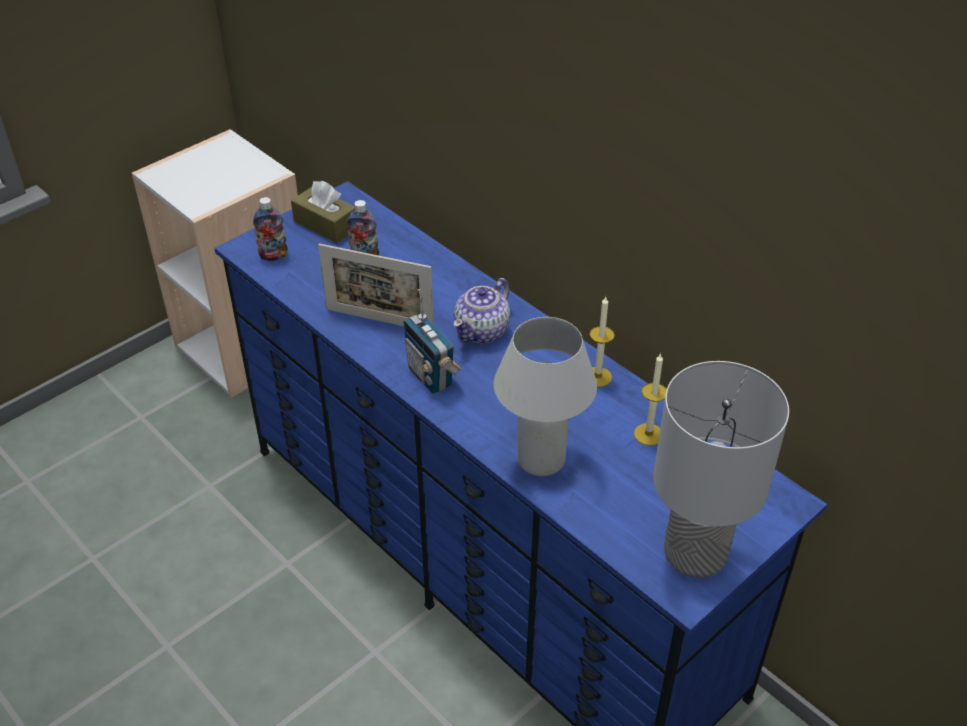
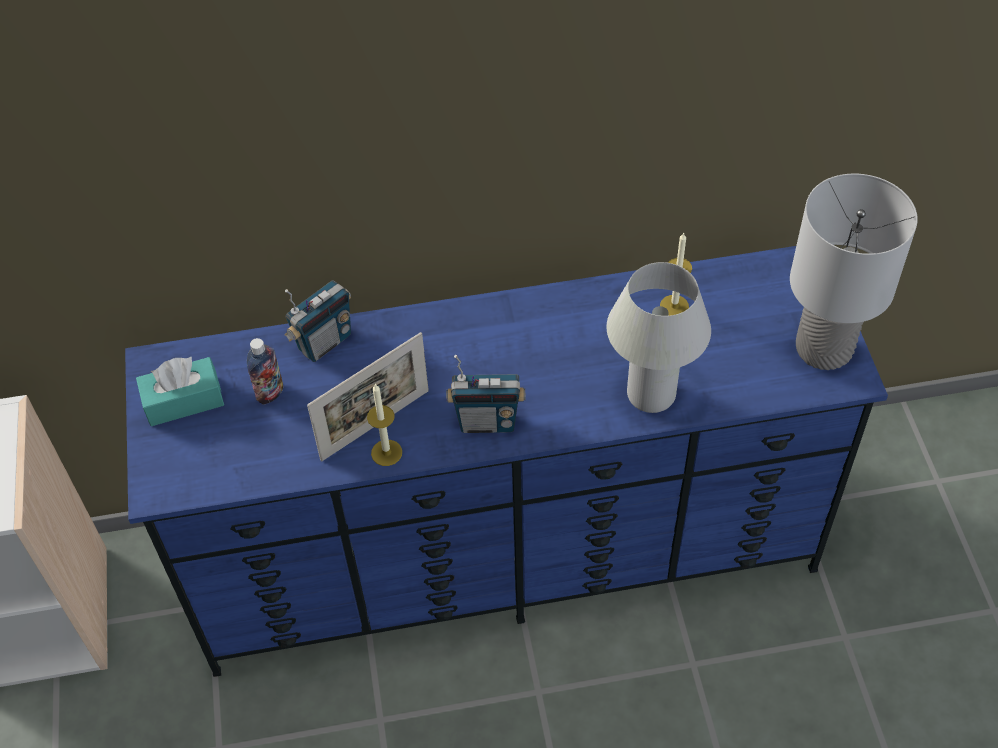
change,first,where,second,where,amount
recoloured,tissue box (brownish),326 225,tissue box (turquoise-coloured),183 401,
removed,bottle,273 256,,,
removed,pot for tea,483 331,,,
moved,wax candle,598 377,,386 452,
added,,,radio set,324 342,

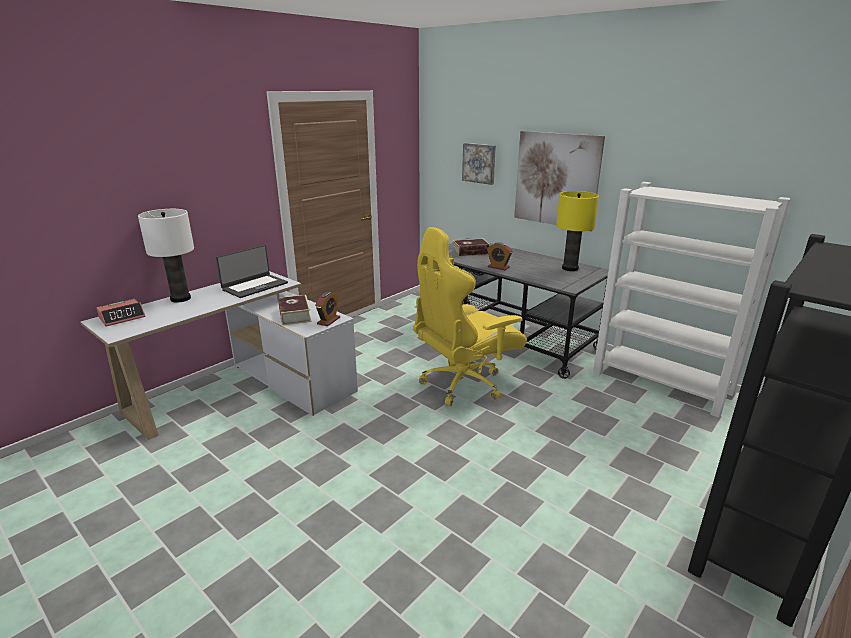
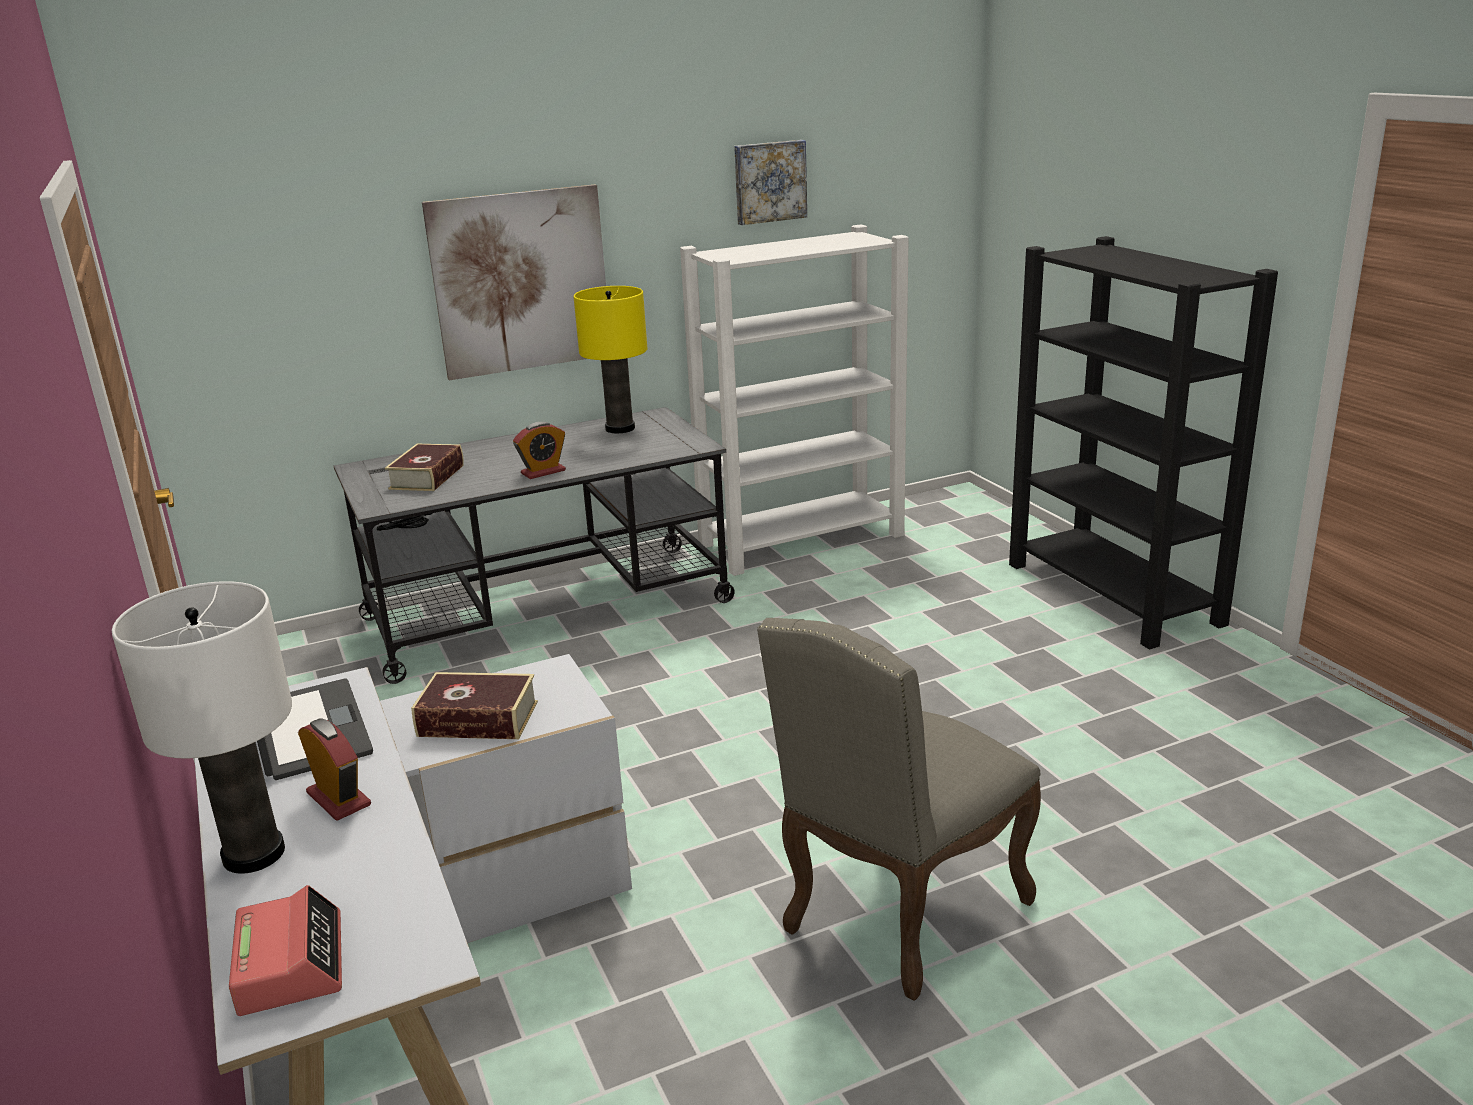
change,first,where,second,where,amount
moved,wall art,479 163,,769 181,
removed,desk chair (yellow),466 383,,,
moved,bedside clock,328 321,,338 799,
added,,,upright chair (grey),897 914,

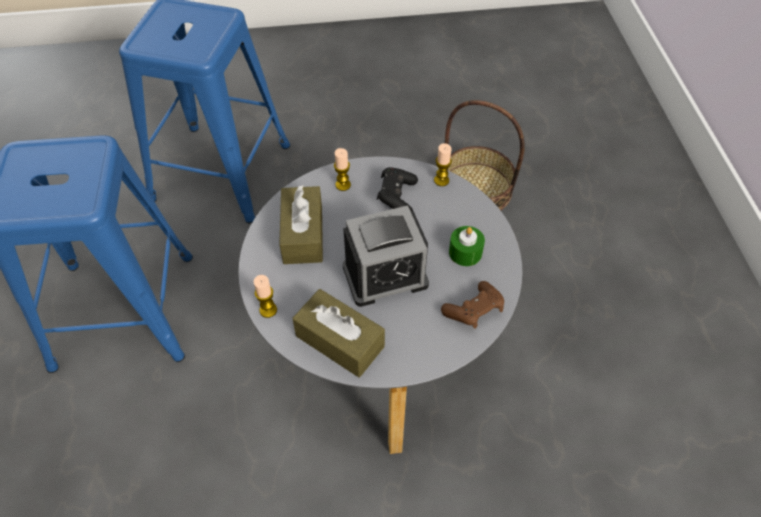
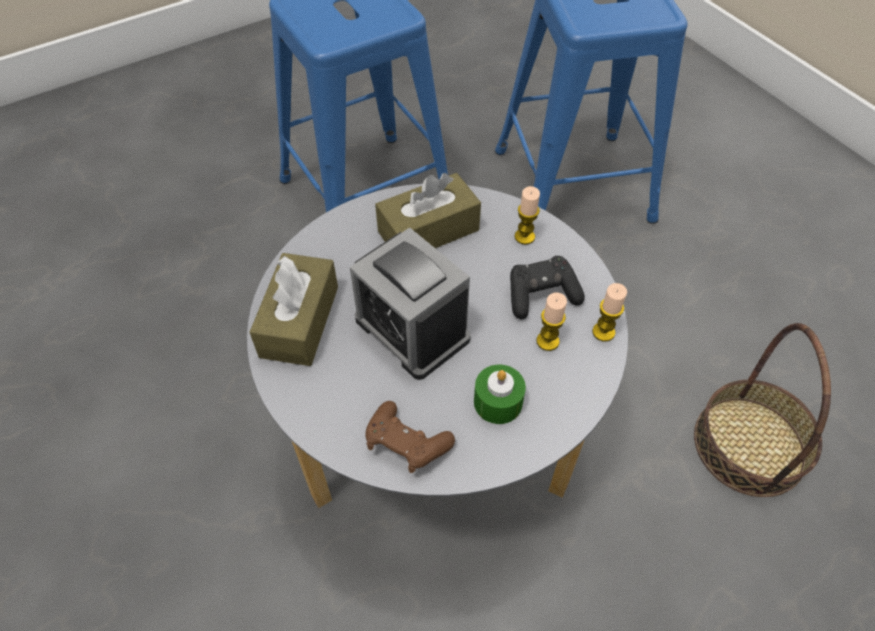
change,first,where,second,where,amount
moved,wax candle,268 310,,547 341,

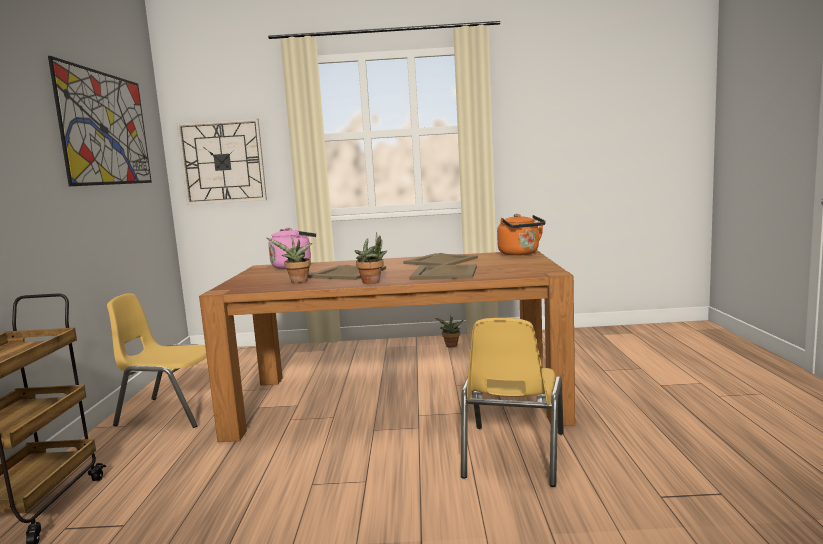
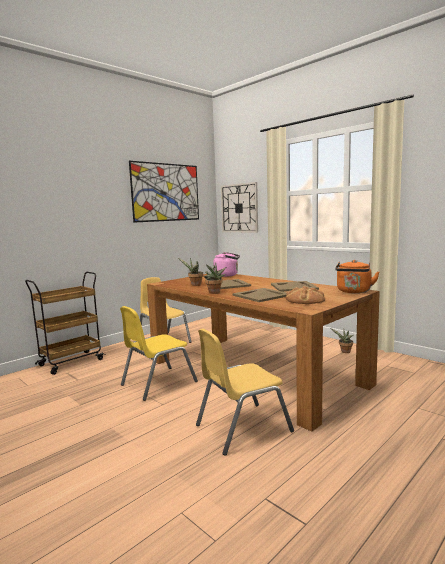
change,first,where,second,where,amount
added,,,baked bread,305 300,
added,,,upright chair (yellow),158 383,

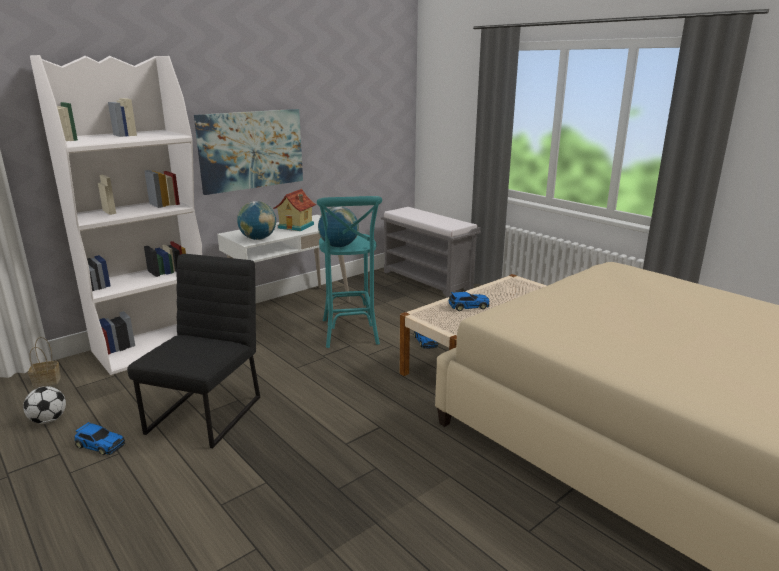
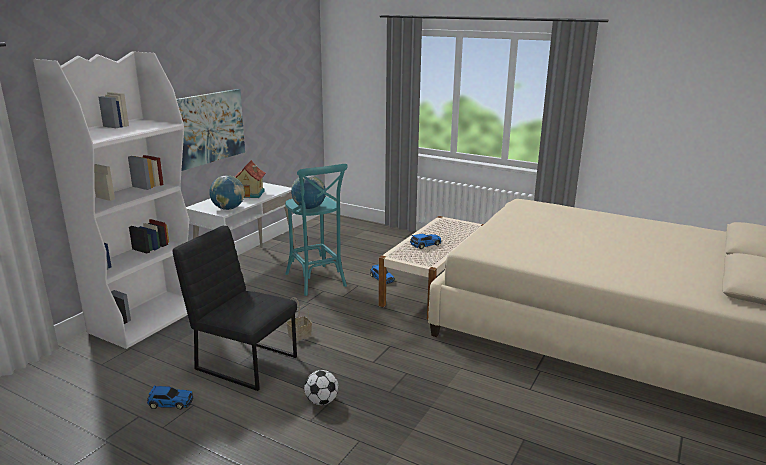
change,first,where,second,where,amount
removed,bench (grey),428 280,,,
turned,upright chair (black),207 413,,244 361,60 degrees counterclockwise
moved,basket,48 381,,300 335,
moved,football,48 420,,321 401,

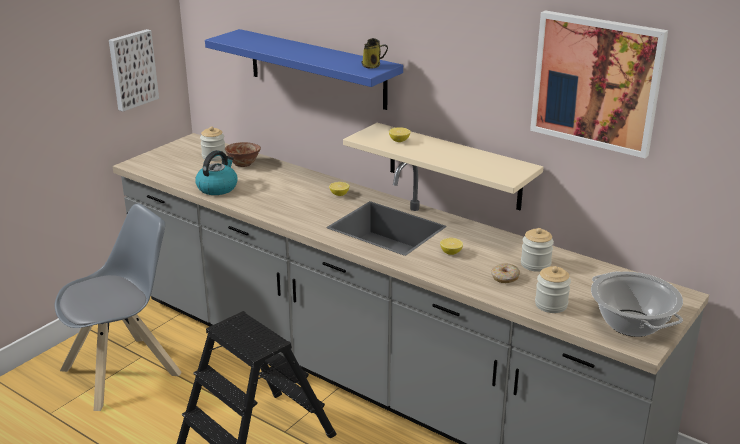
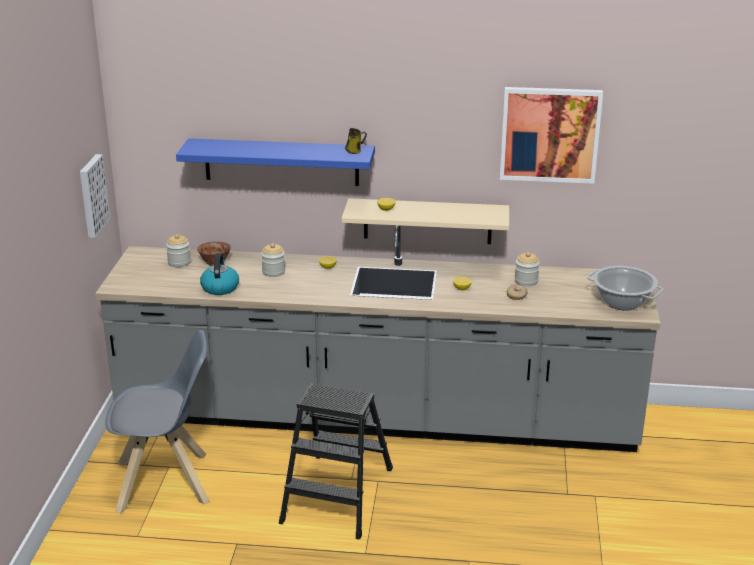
change,first,where,second,where,amount
turned,upright chair (grey),124 371,,166 482,60 degrees clockwise
moved,preserve jar,551 305,,273 272,

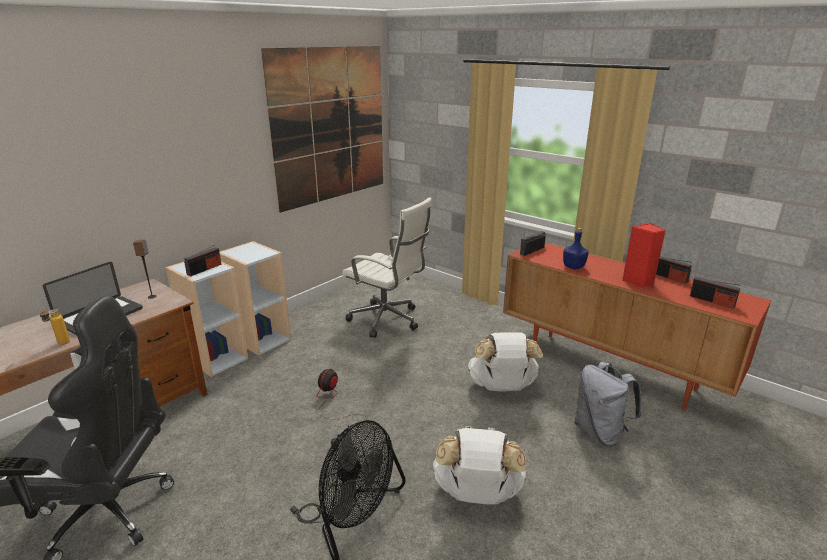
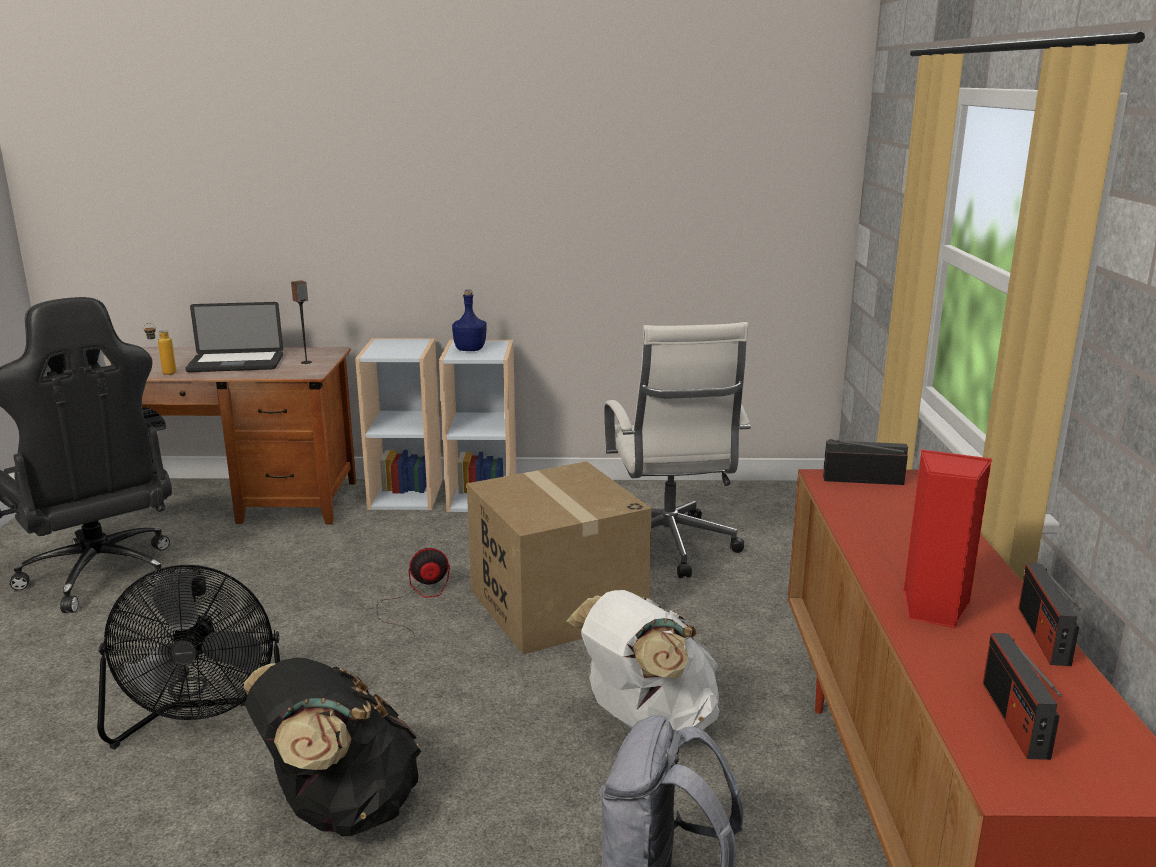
change,first,where,second,where,amount
removed,wall art,330 126,,,
moved,bottle (blue),574 267,,470 349,
removed,radio set,204 269,,,
recoloured,backpack (white),477 494,backpack (black),340 808,
added,,,cardboard box,556 605,

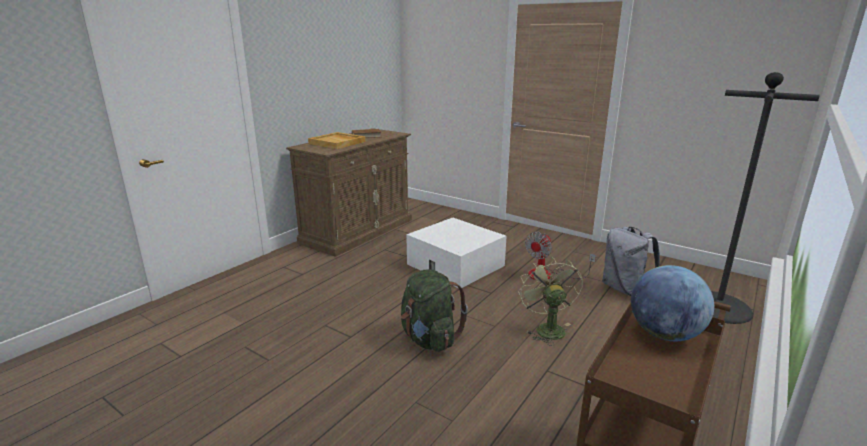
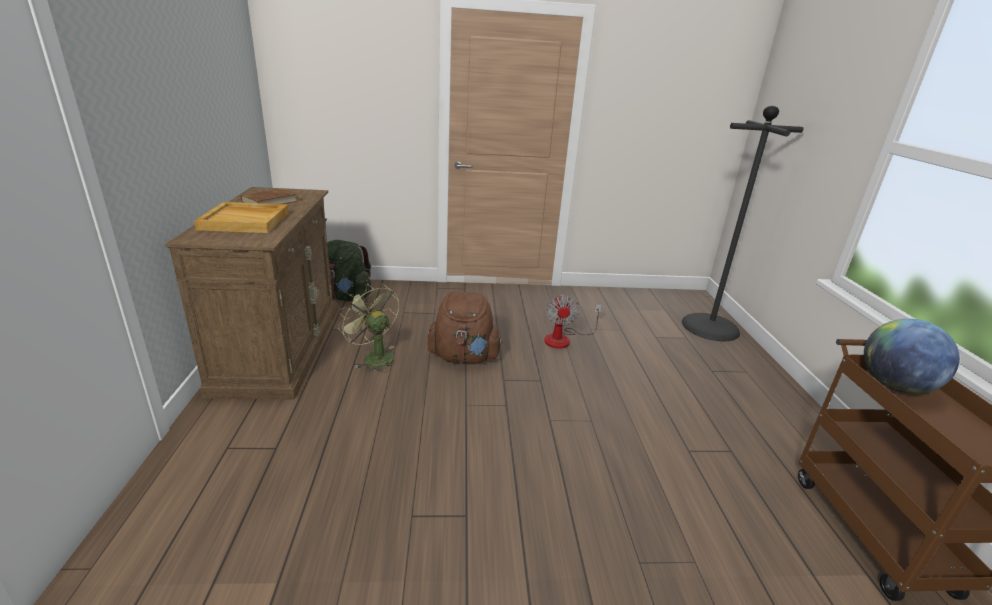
change,first,where,second,where,amount
replaced,storage container (white),455 265,backpack (brownish),464 357,
removed,backpack (grey),624 289,,,
moved,electric fan (greenish),546 328,,373 357,
moved,backpack (greenish),429 339,,345 297,

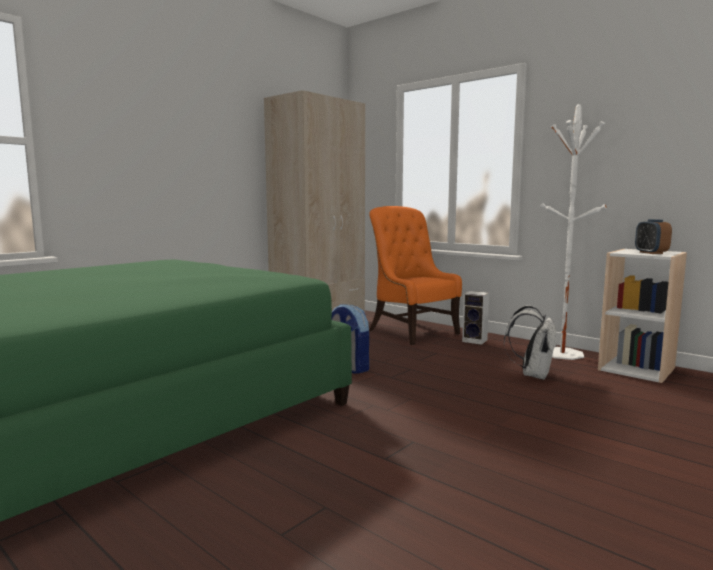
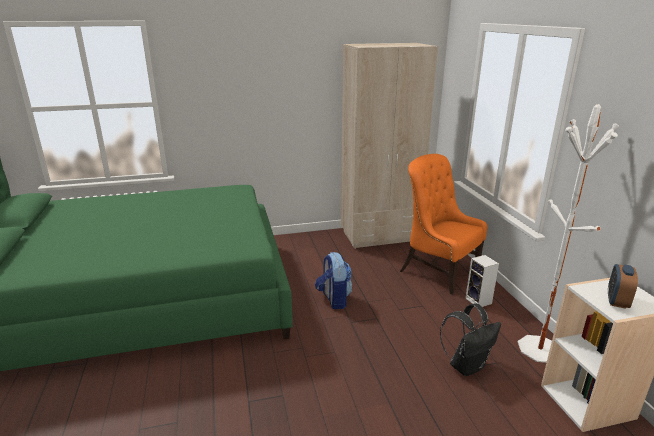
change,first,where,second,where,amount
turned,upright chair (orange),411 332,,438 270,45 degrees counterclockwise
recoloured,backpack (white),532 374,backpack (black),466 365,

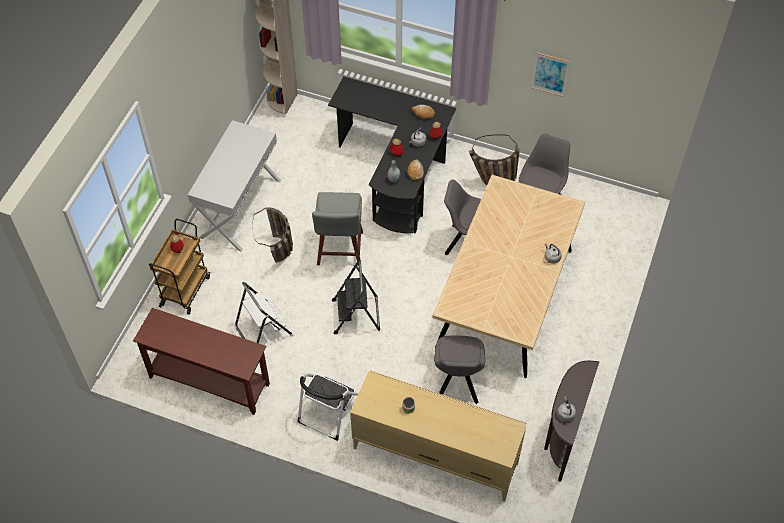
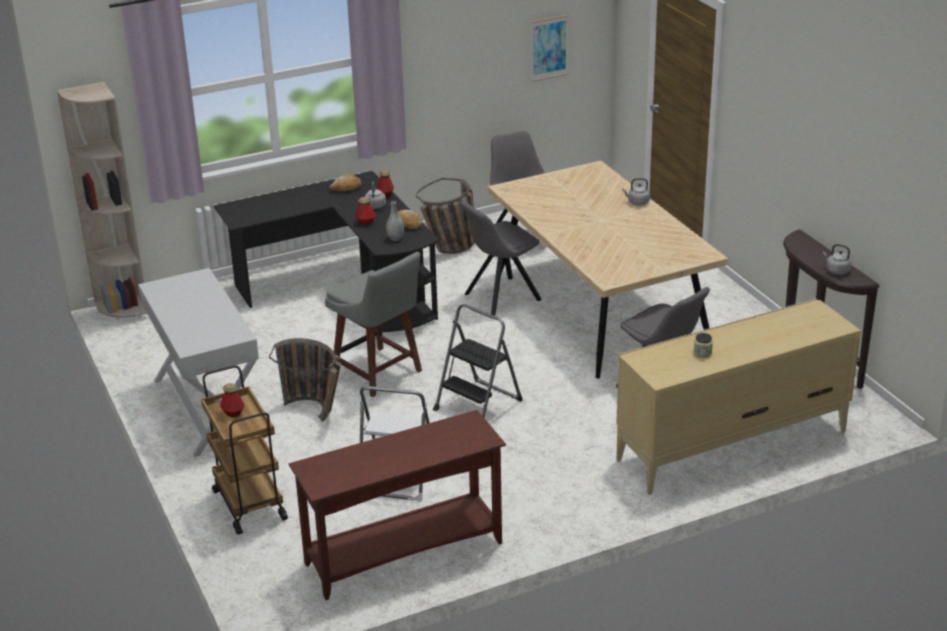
change,first,where,second,where,amount
moved,wall art,550 74,,549 48,
removed,step stool,329 410,,,

